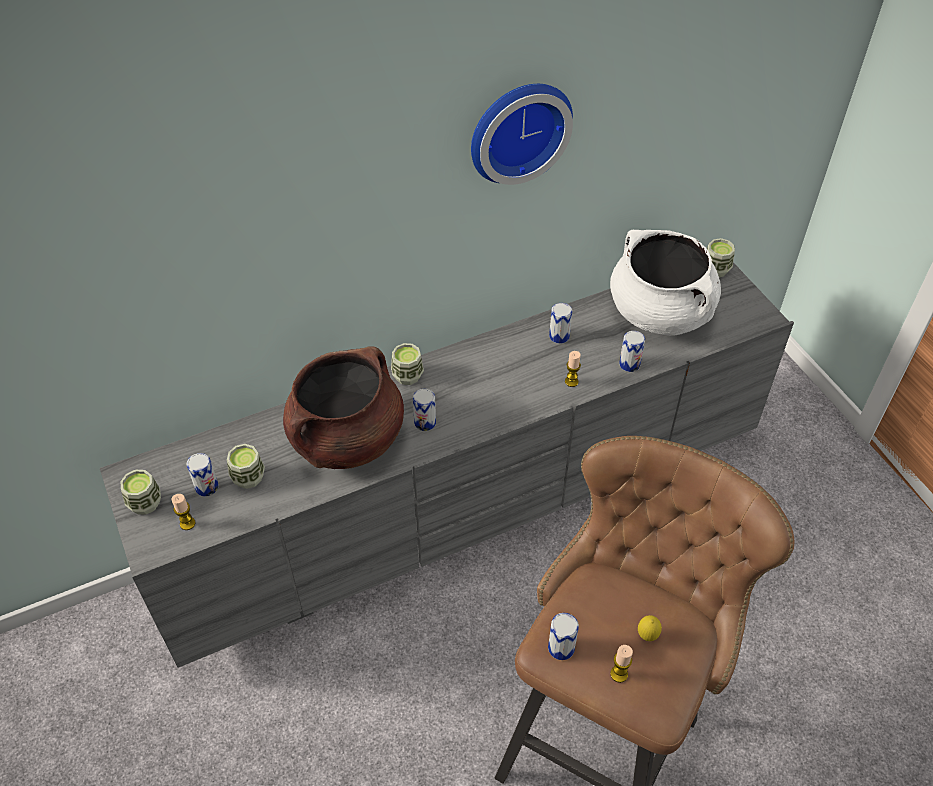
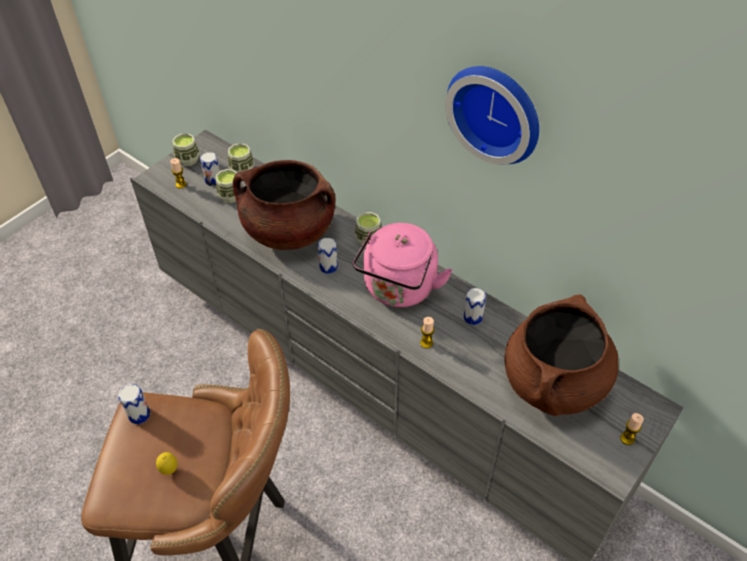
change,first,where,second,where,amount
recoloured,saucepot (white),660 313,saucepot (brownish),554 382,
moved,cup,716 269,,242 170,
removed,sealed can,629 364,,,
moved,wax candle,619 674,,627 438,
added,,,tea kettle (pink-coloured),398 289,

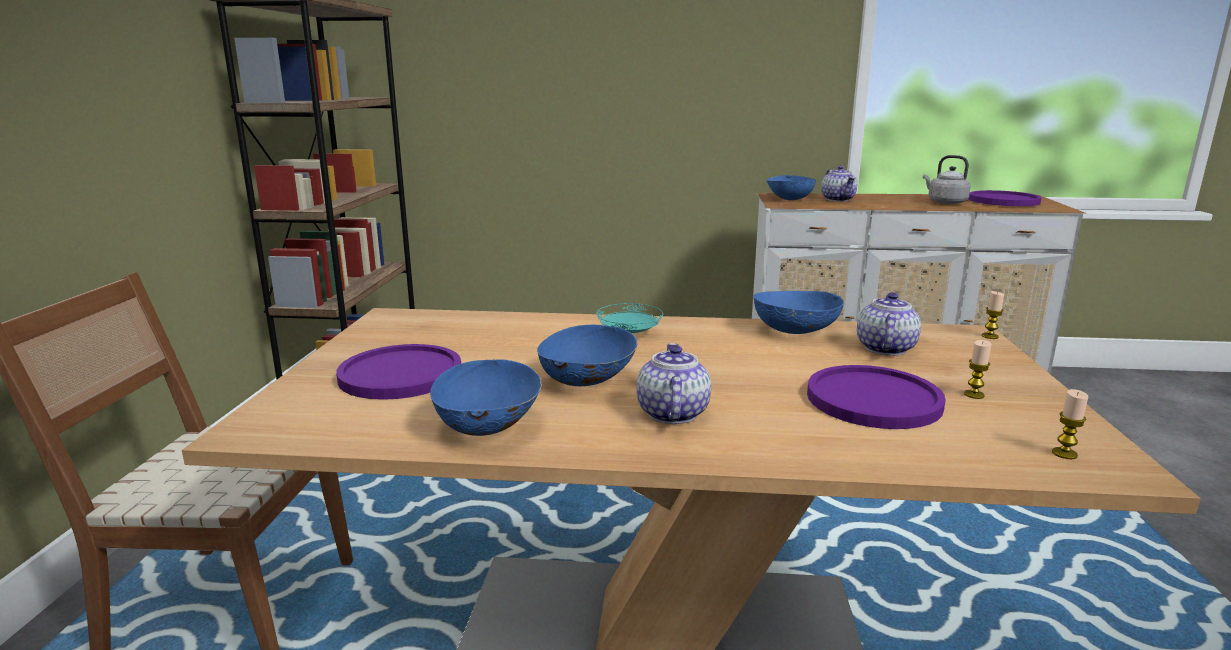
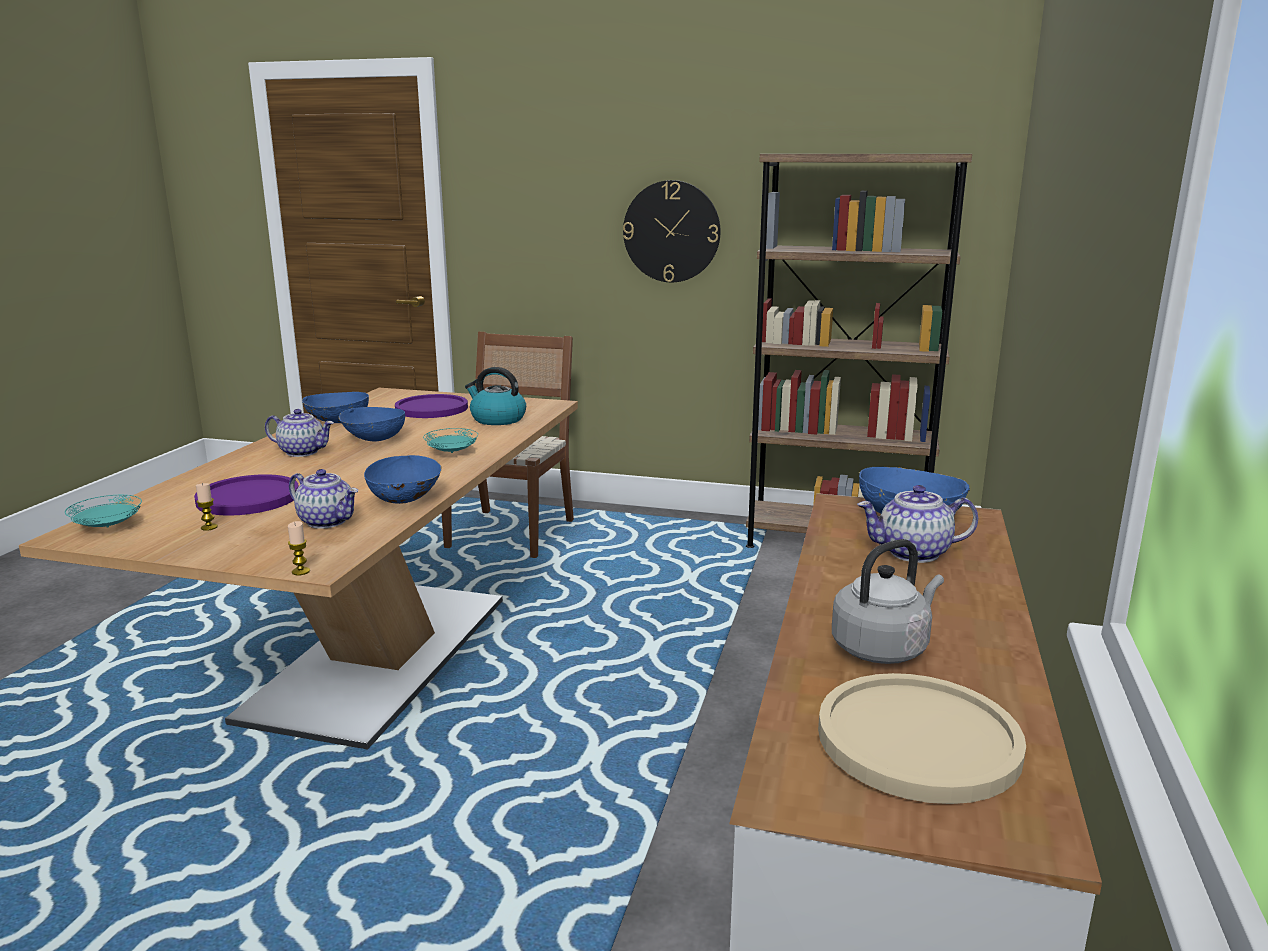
change,first,where,second,where,amount
recoloured,dinner plate (purple-coloured),1003 200,dinner plate (sand-coloured),918 740,
replaced,wax candle,1064 454,dinner plate (turquoise-coloured),108 527,
added,,,clock on the wall,671 231,
added,,,tea kettle,497 419,

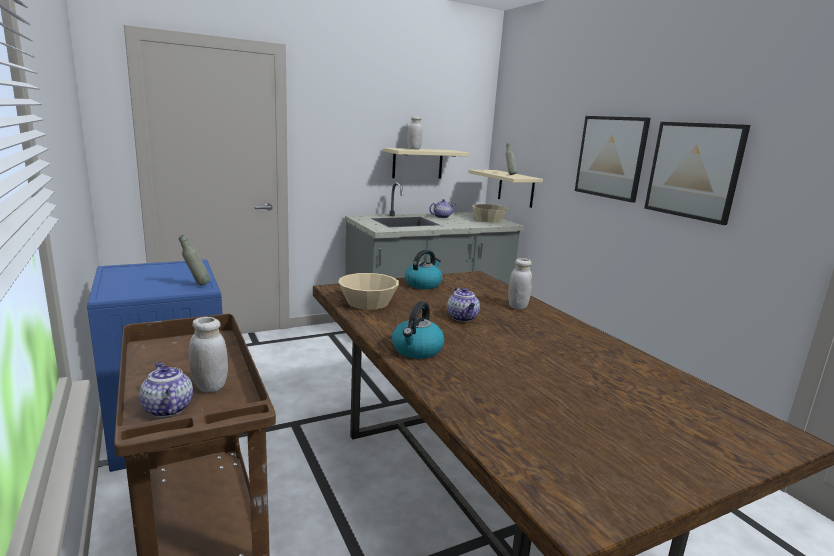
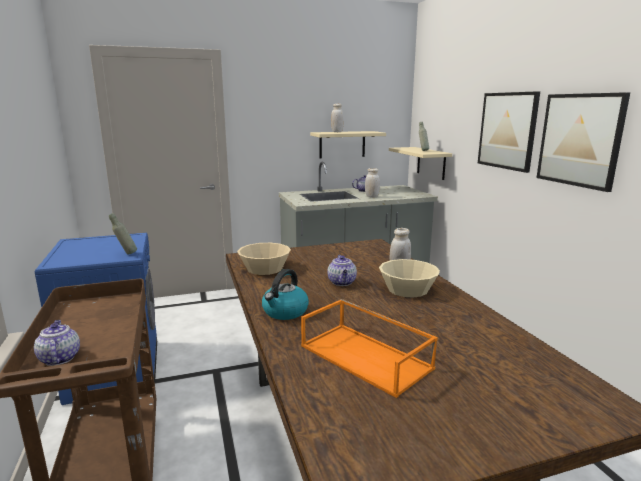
change,first,where,second,where,amount
moved,bowl (sand-coloured),488 220,,407 289,
removed,tea kettle,423 284,,,
moved,preserve jar (white),210 386,,371 196,
added,,,tray (orange),367 357,

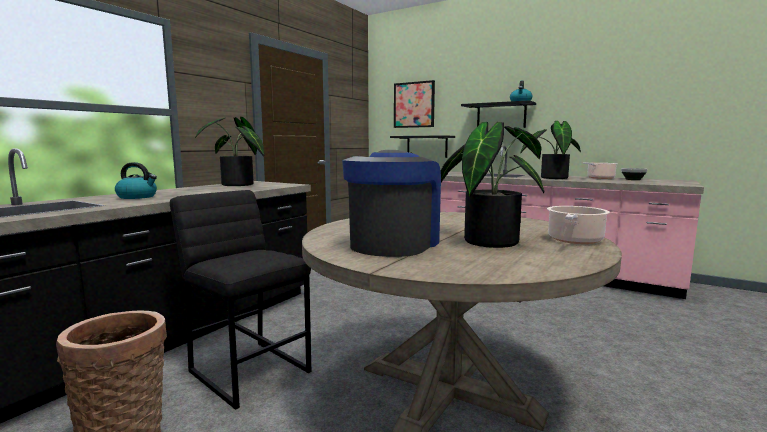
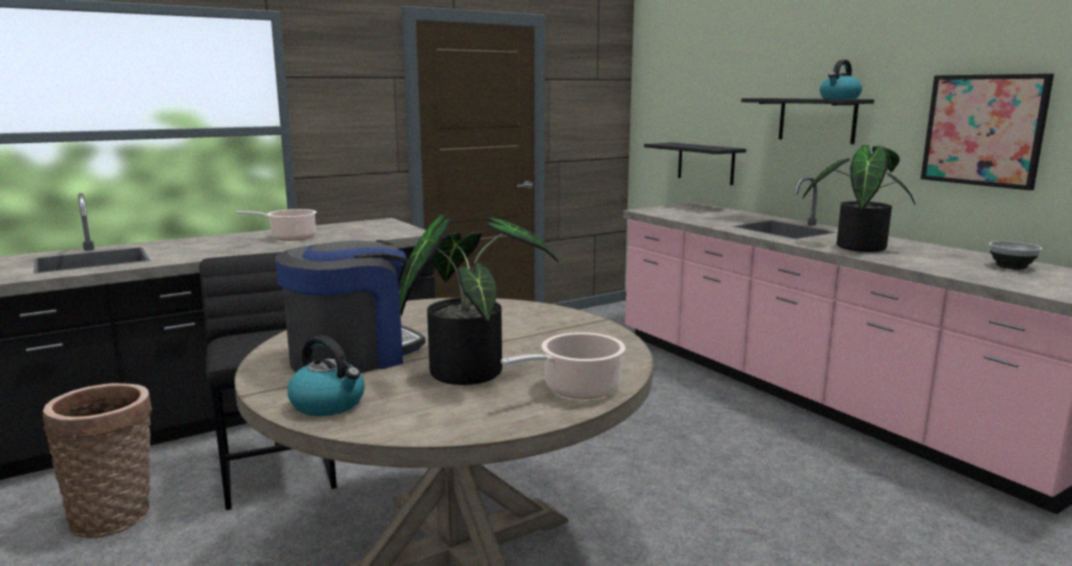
change,first,where,second,where,amount
moved,wall art,414 105,,984 130,
removed,potted plant,238 185,,,
moved,tea kettle,138 197,,329 404,
moved,saucepot,599 178,,290 238,

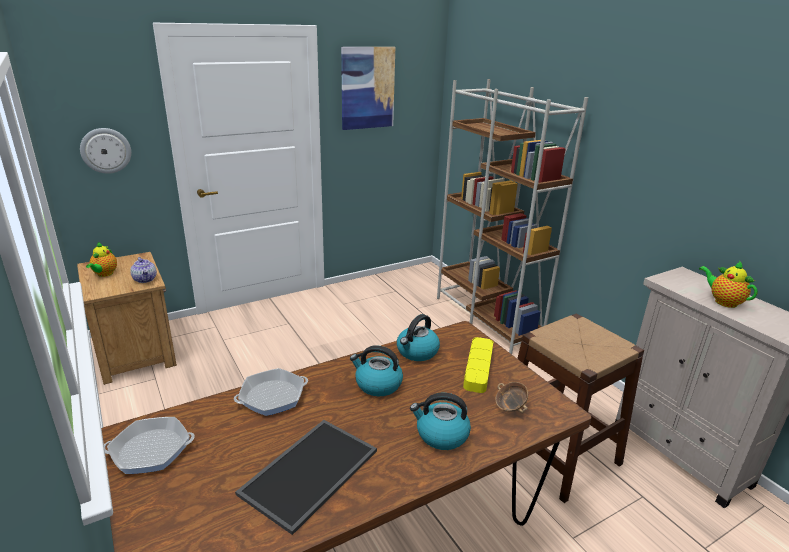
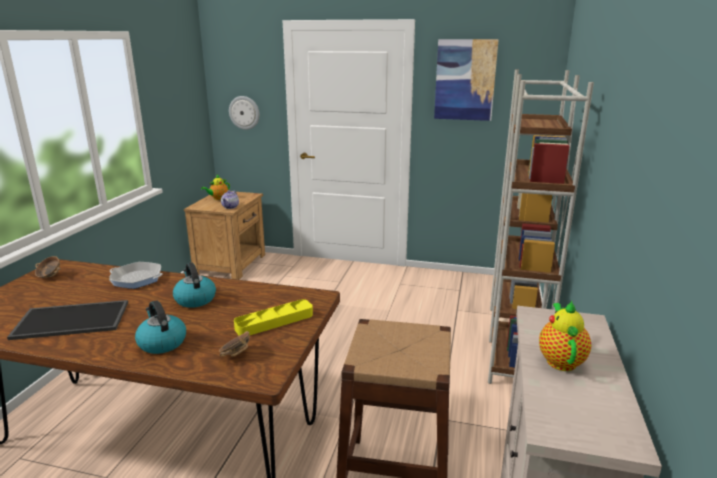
change,first,where,second,where,amount
removed,tea kettle,417 352,,,
replaced,skillet,150 450,bowl,49 276,

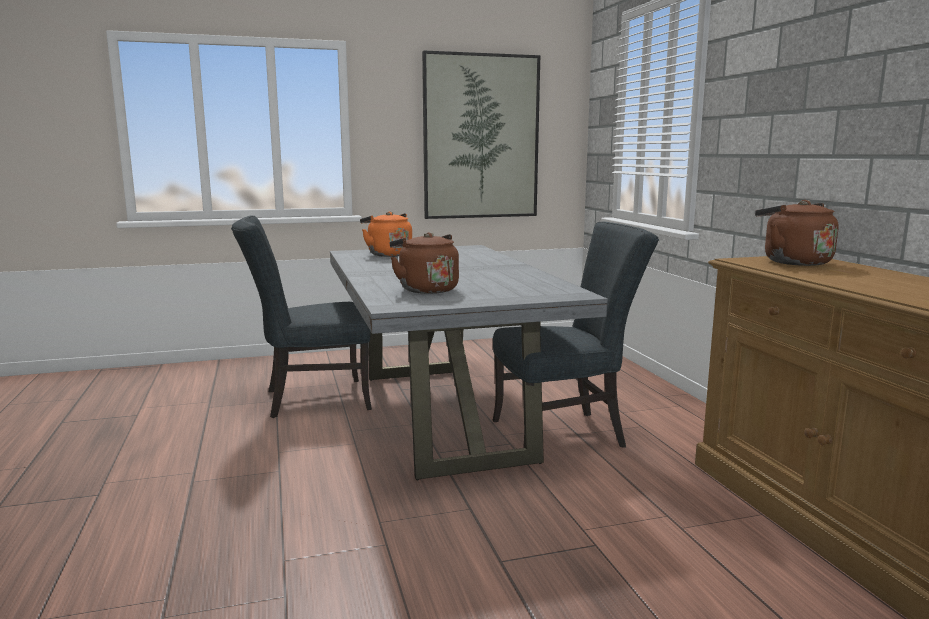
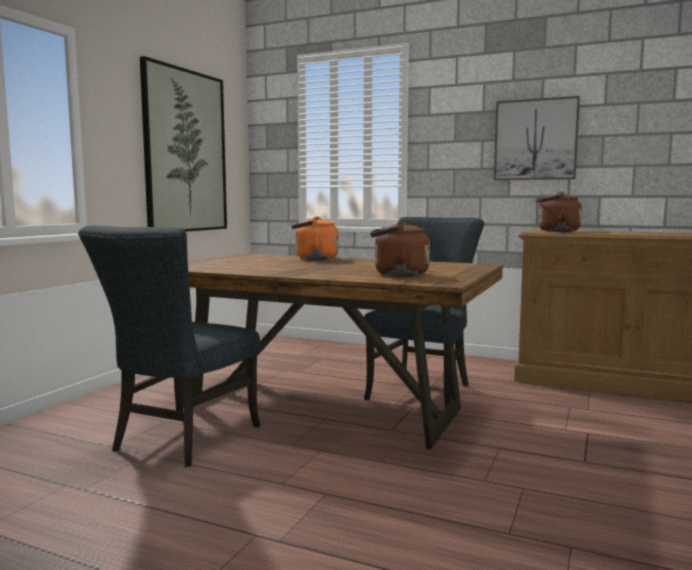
change,first,where,second,where,amount
moved,tea kettle (orange),388 254,,313 258,
recoloured,dining table (grey),444 416,dining table (brownish),326 409,
added,,,wall art,535 140,

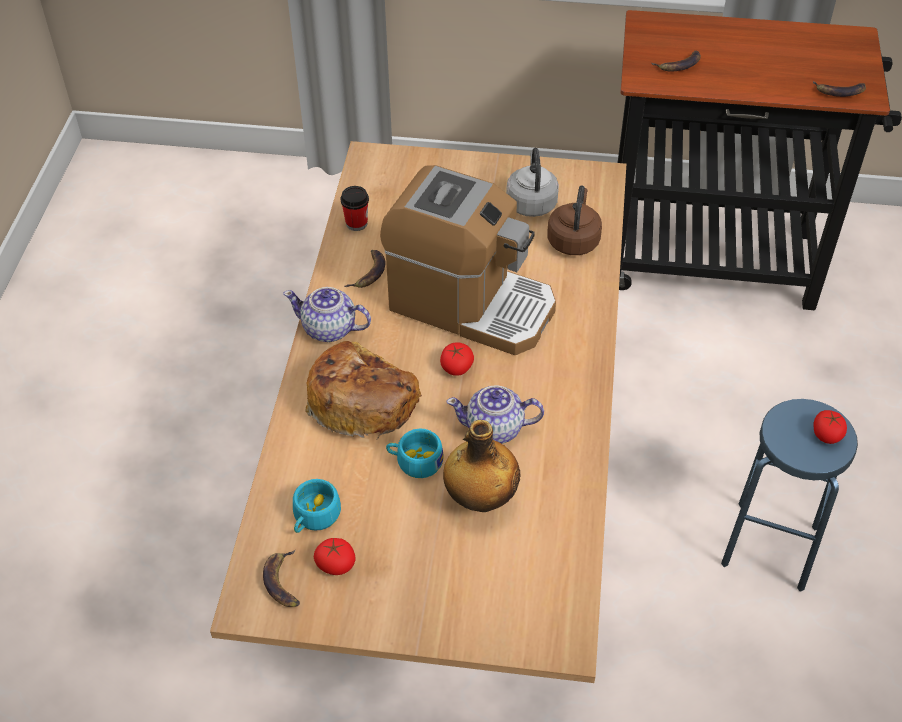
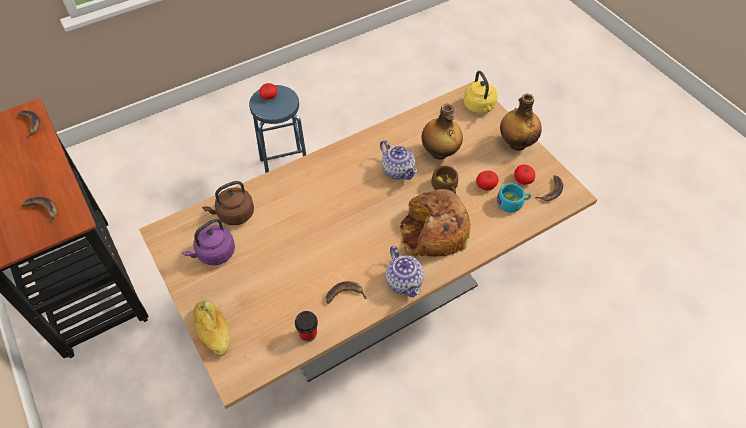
change,first,where,second,where,amount
recoloured,tea kettle (grey),531 202,tea kettle (purple-coloured),214 253,
removed,coffee machine,471 304,,,
moved,tomato,456 367,,486 185,
recoloured,cup (turquoise-coloured),414 461,cup (brownish),445 187,
added,,,tea kettle (yellow),479 107,
added,,,bottle,516 143,
added,,,baked bread,213 330,

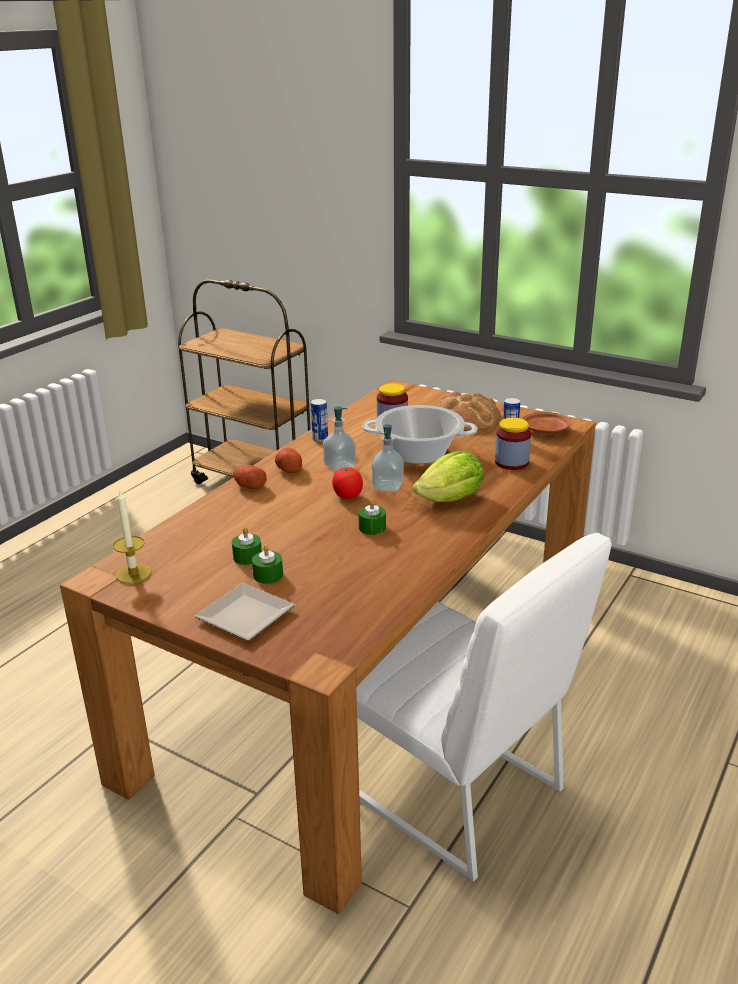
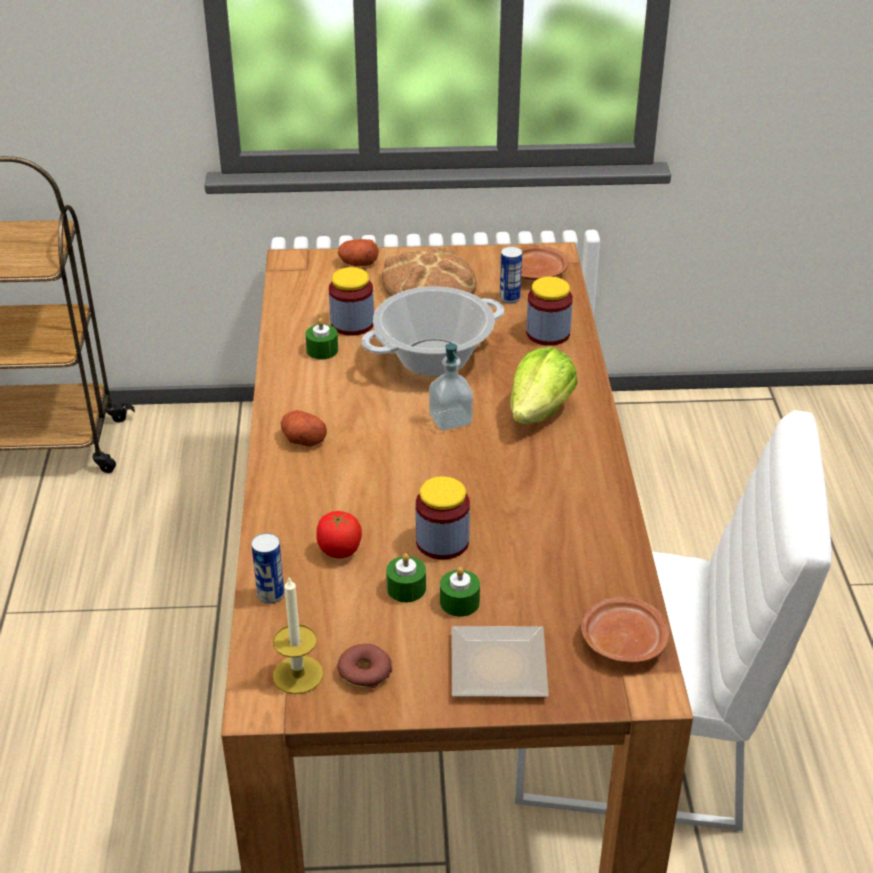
change,first,where,second,where,amount
moved,sealed can,320 439,,270 595,
removed,soap dispenser,340 466,,,
moved,spud,249 485,,358 263,
moved,tomato,347 496,,339 551,
moved,wax candle (greenish),372 527,,322 350,
added,,,preserve jar,442 542,
added,,,dinner plate (brownish),623 641,
added,,,donut,364 672,

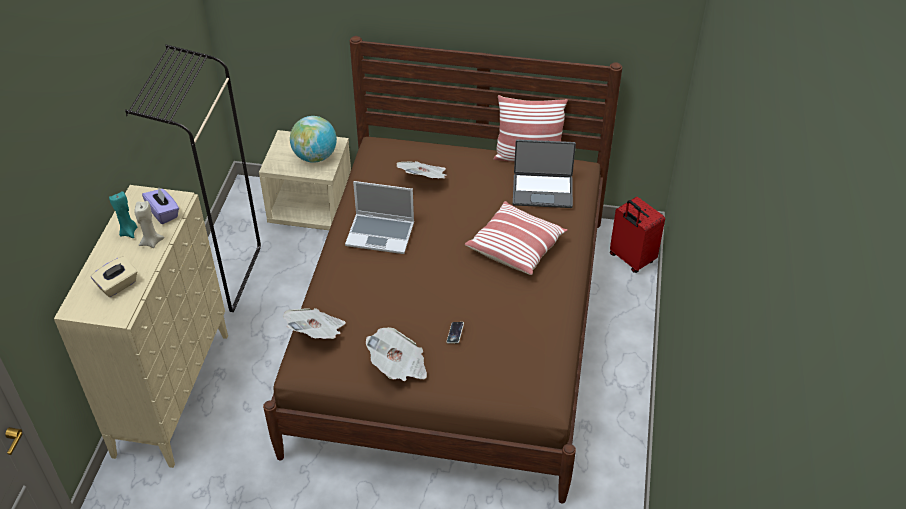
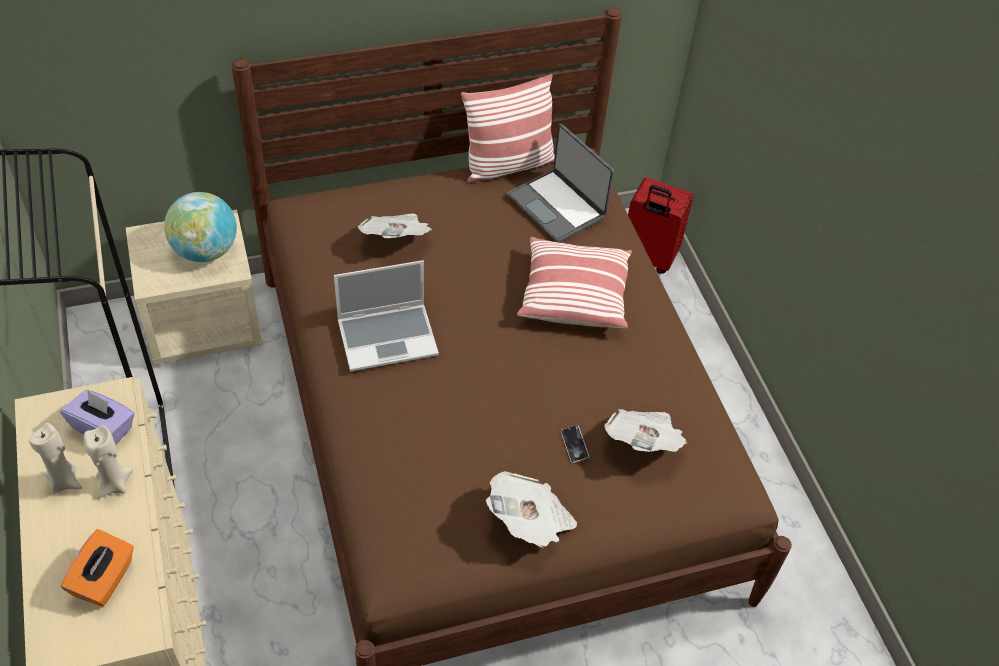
change,first,where,second,where,amount
turned,portable computer,542 190,,558 206,75 degrees clockwise
recoloured,wax candle (turquoise-coloured),129 232,wax candle (sand-coloured),65 480,
recoloured,tissue box (sand-coloured),118 285,tissue box (orange),104 579,
moved,daily paper,317 333,,643 442,

